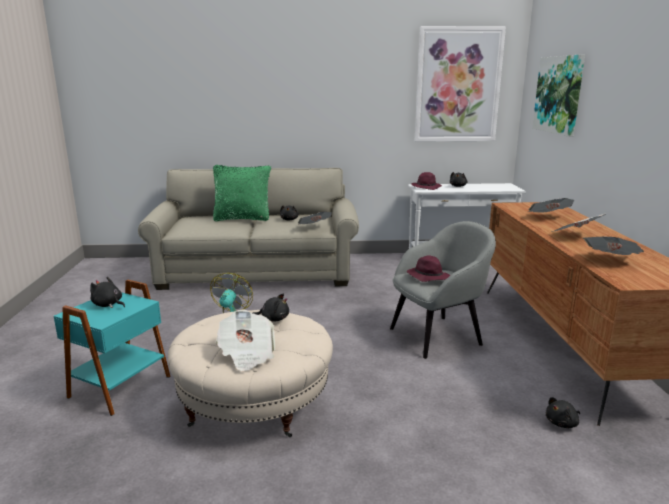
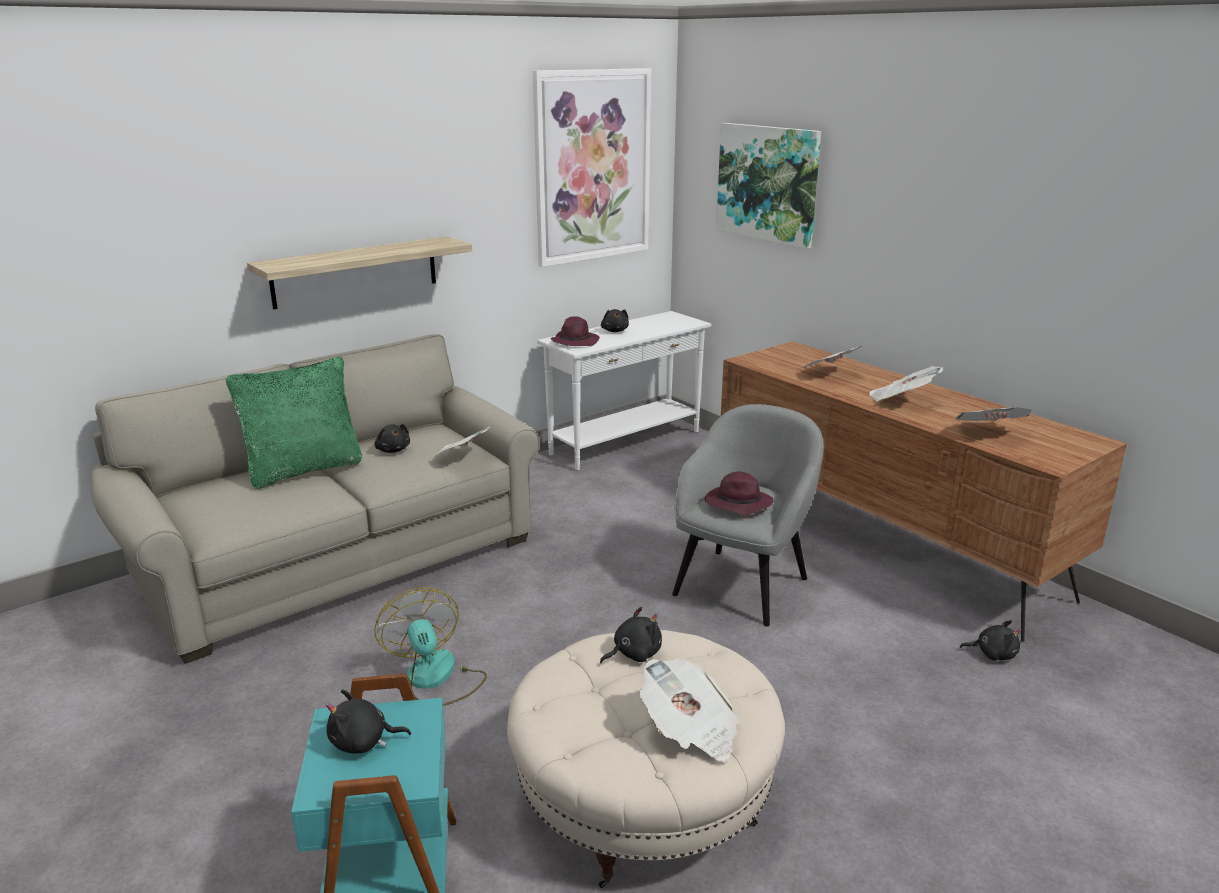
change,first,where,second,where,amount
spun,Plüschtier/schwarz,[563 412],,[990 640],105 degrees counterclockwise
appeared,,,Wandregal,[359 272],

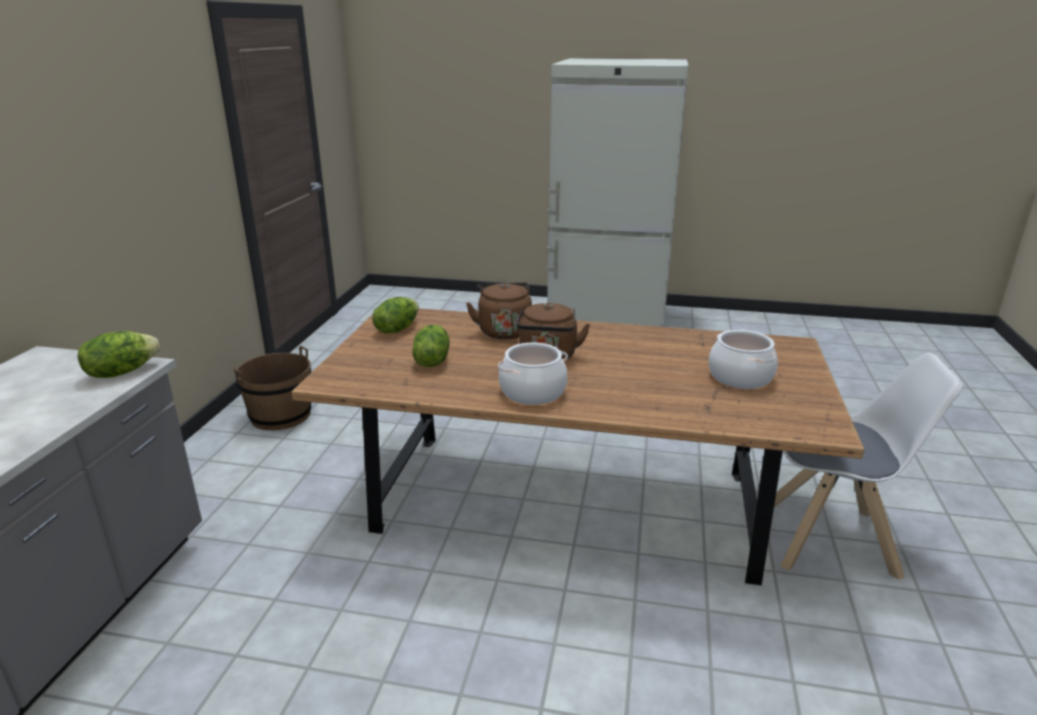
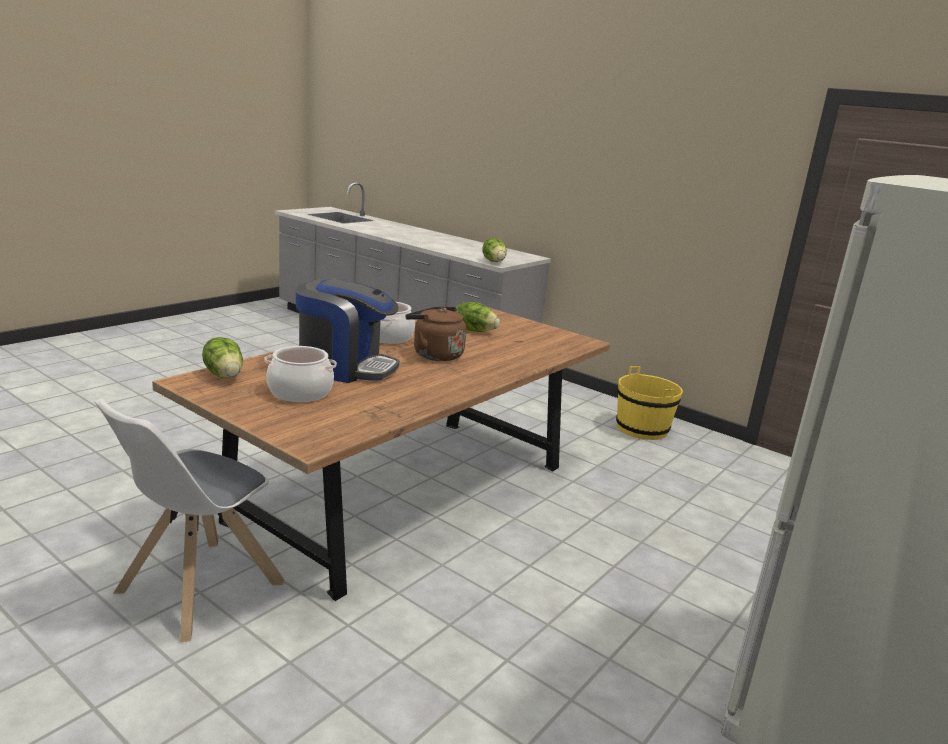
change,first,where,second,where,amount
missing,Wasserkessel/braun,[499 310],,,
relocated,Salatkopf,[395 315],,[222 357],
colour,Eimer/braun,[272 388],Eimer/gelb,[649 403],
appeared,,,Kaffeemaschine,[347 330],

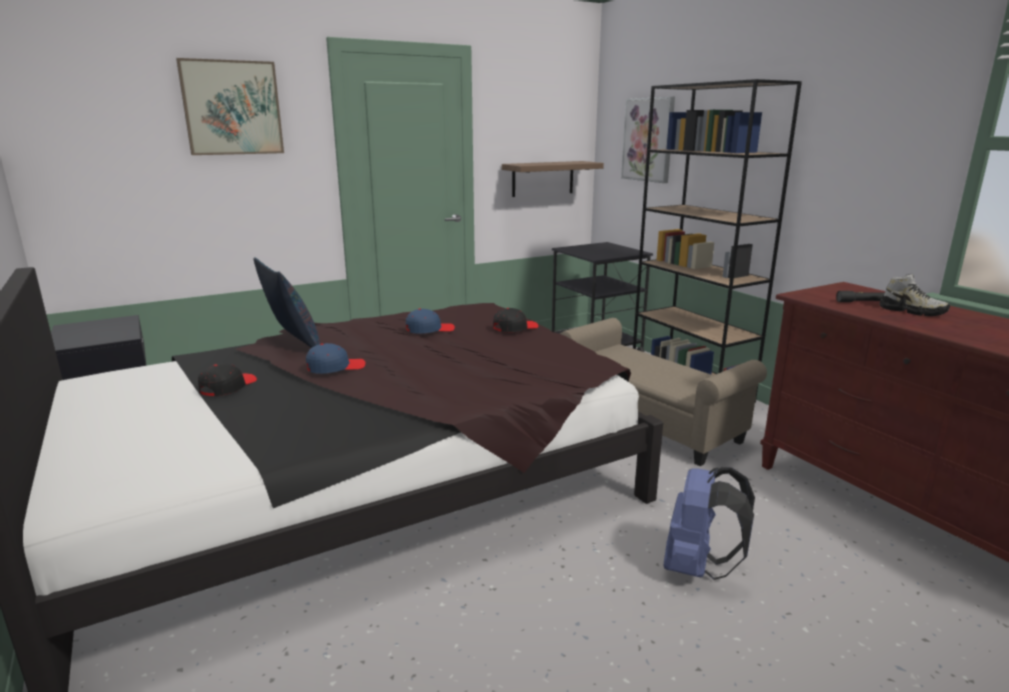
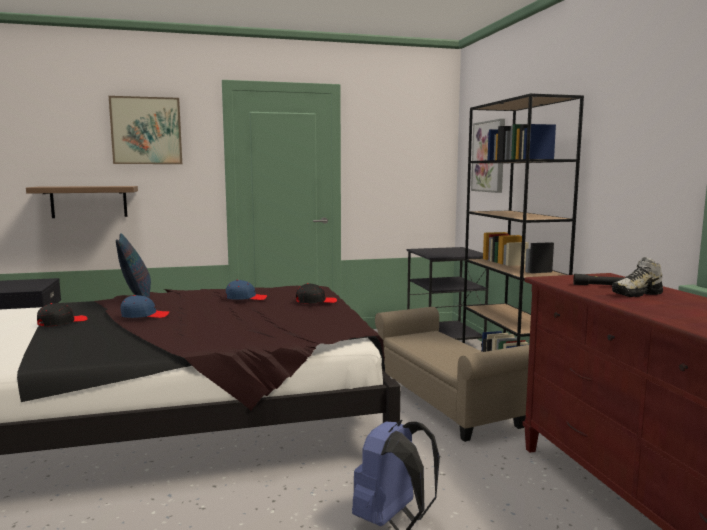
change,first,where,second,where,amount
relocated,Wandregal,[553 179],,[82 202],
spun,Schuh,[915 295],,[637 277],105 degrees clockwise

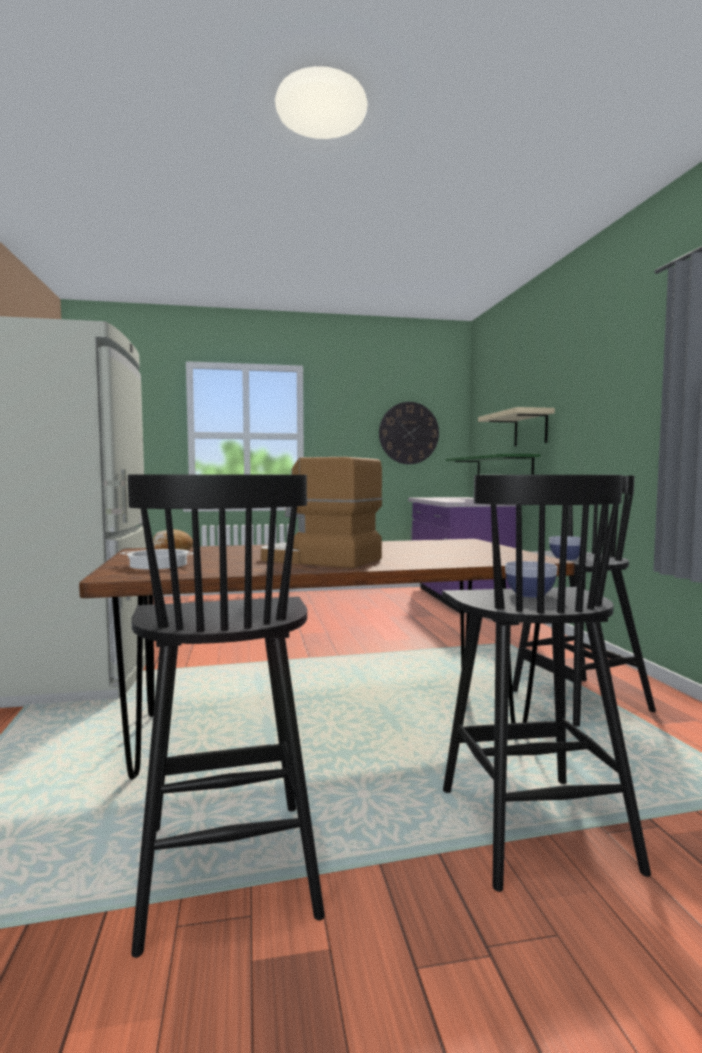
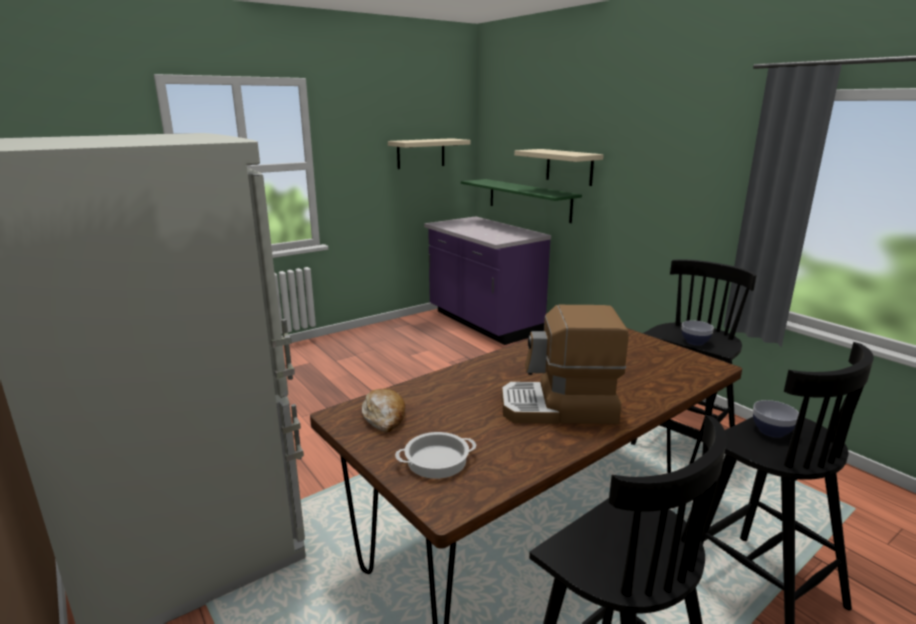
change,first,where,second,where,amount
exchanged,Wanduhr,[409 433],Wandregal/beige,[429 153],

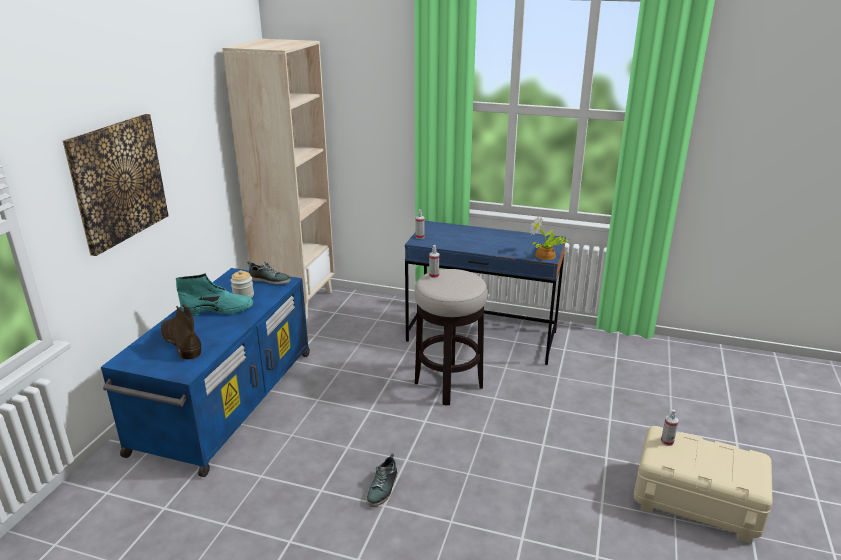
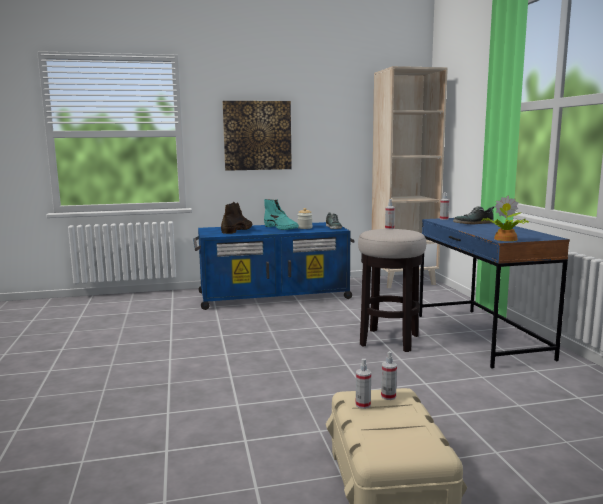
change,first,where,second,where,amount
relocated,Schuh,[381 480],,[473 215],
appeared,,,Sprühflasche,[363 384],

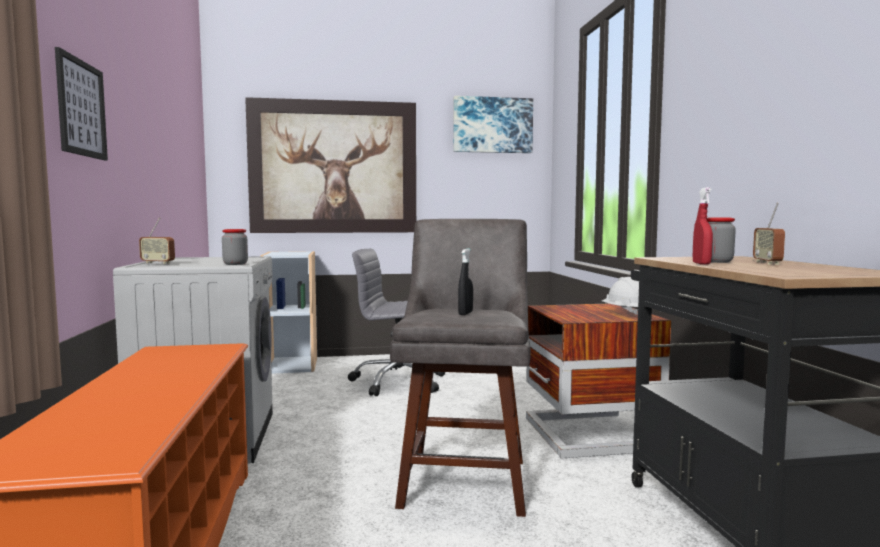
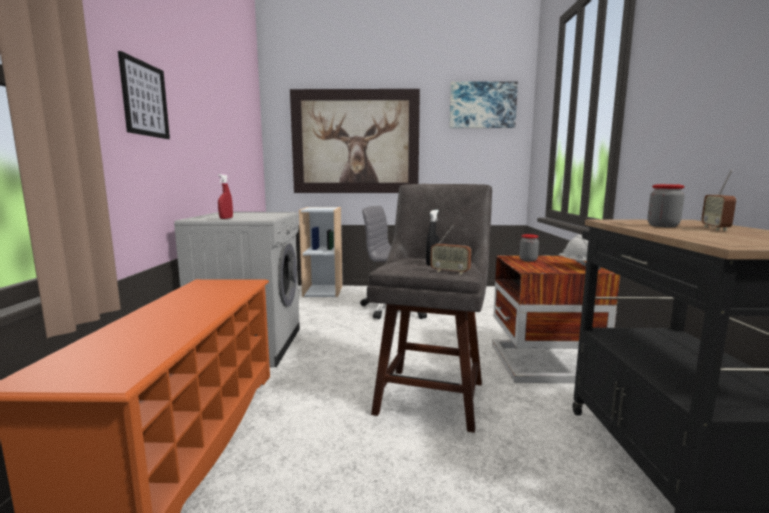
change,first,where,second,where,amount
relocated,Sprühflasche/rot,[703 226],,[225 196],
relocated,Radio,[157 240],,[450 249],
relocated,Vorratsglas,[235 247],,[529 248],

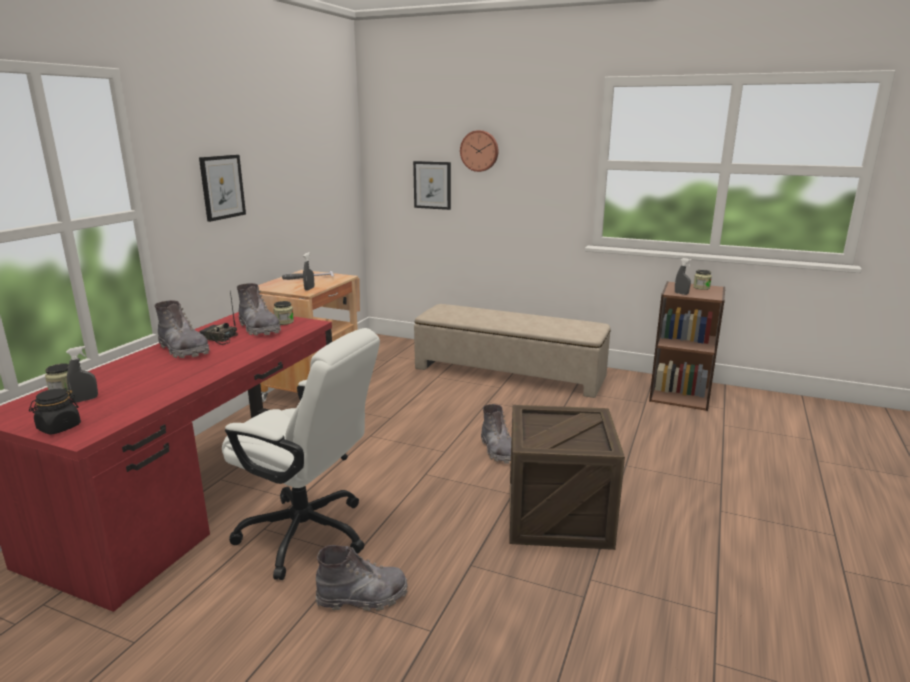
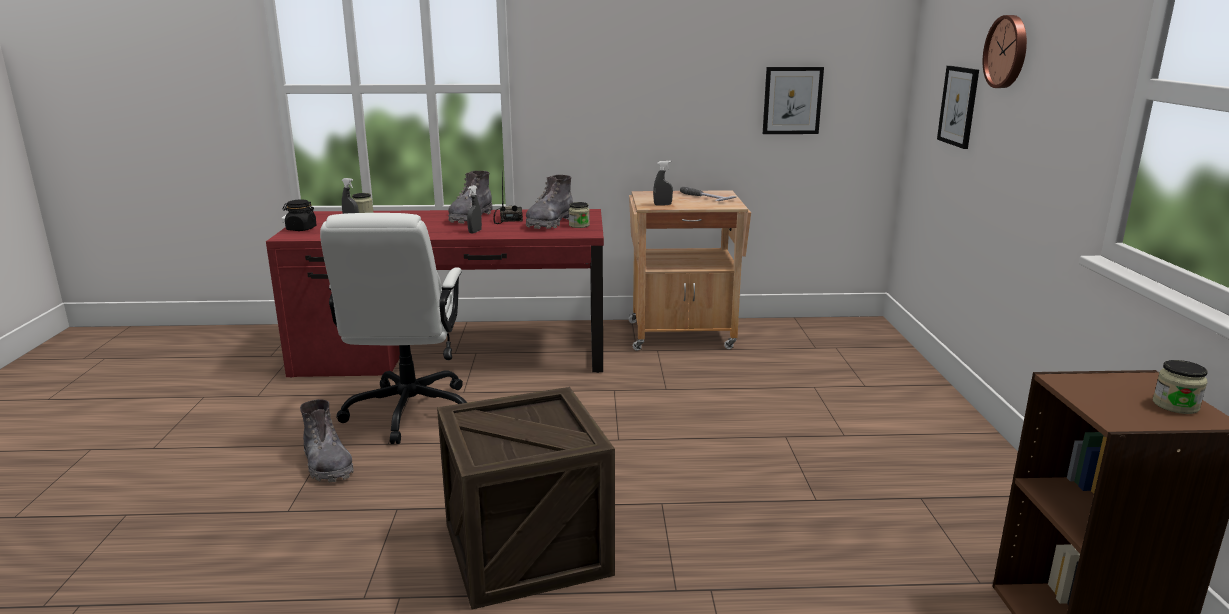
change,first,where,second,where,amount
relocated,Bild,[222 188],,[793 100],
relocated,Sprühflasche/grau,[683 276],,[474 209],
missing,Bank/beige,[512 351],,,
missing,Stiefel/grau,[496 434],,,

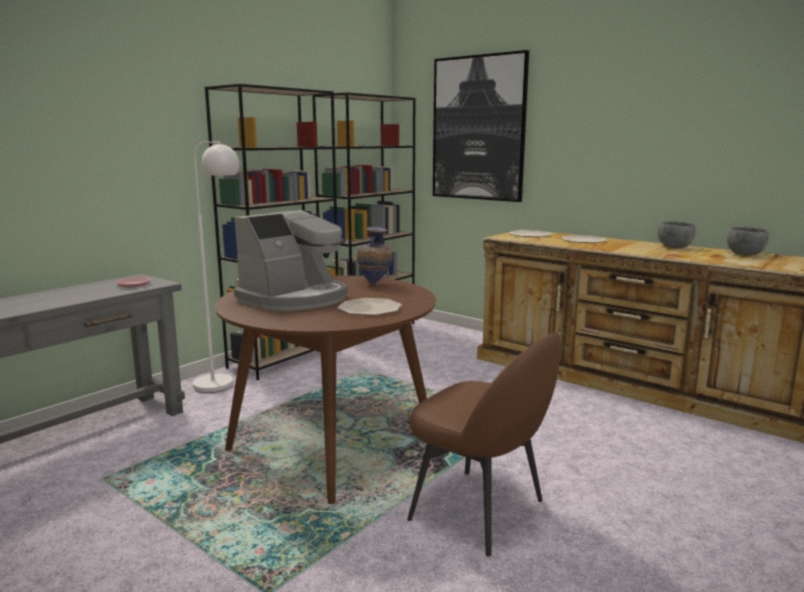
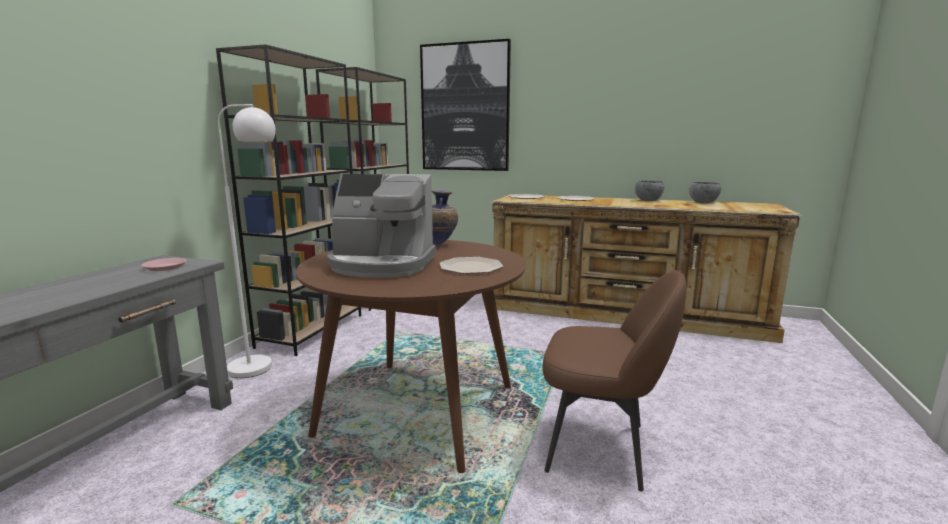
change,first,where,second,where,amount
spun,Kaffeemaschine,[291 260],,[381 226],75 degrees clockwise

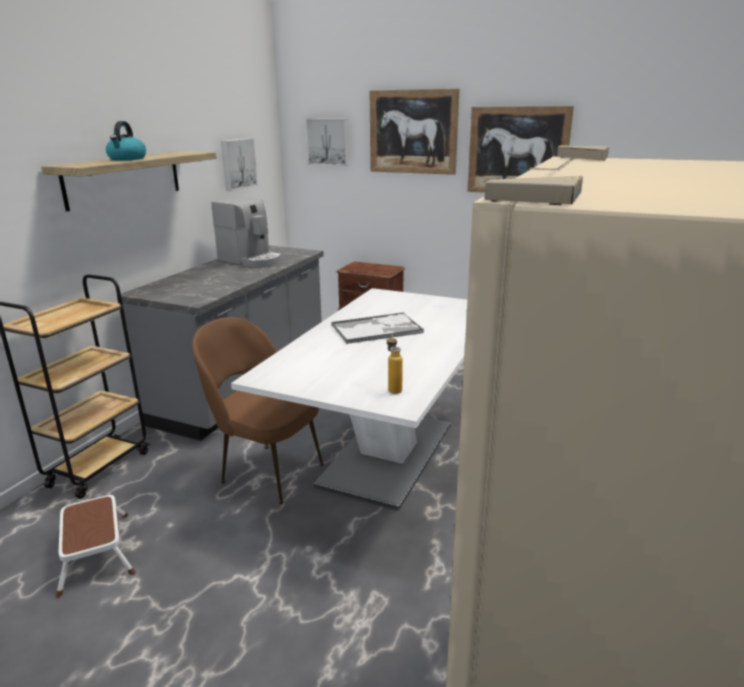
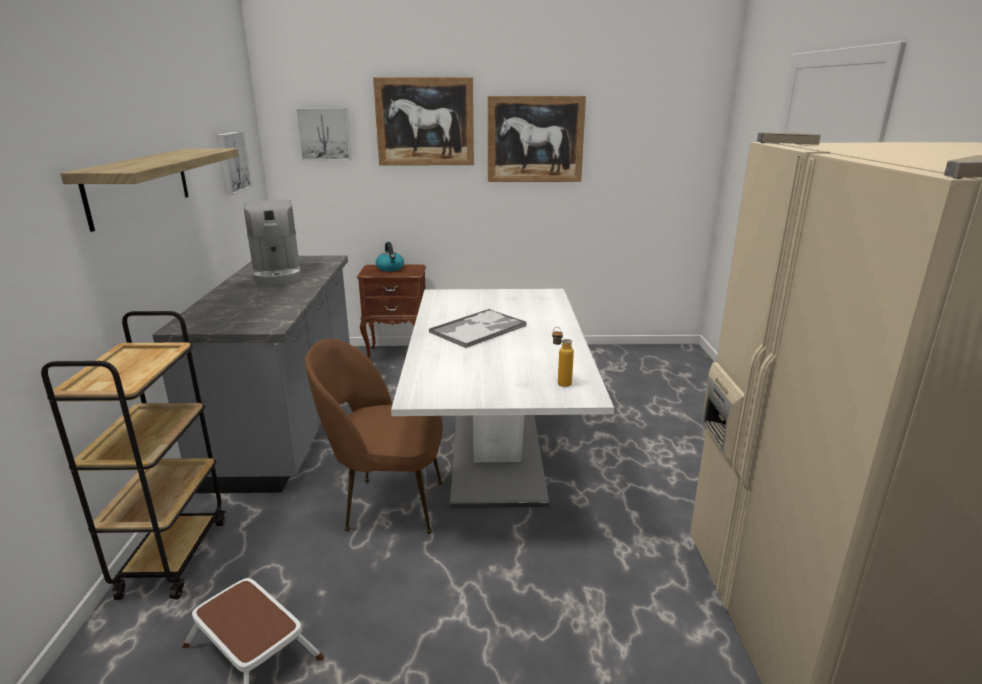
change,first,where,second,where,amount
relocated,Wasserkessel,[126 141],,[390 256],
spun,Kaffeemaschine,[246 232],,[272 242],60 degrees clockwise

